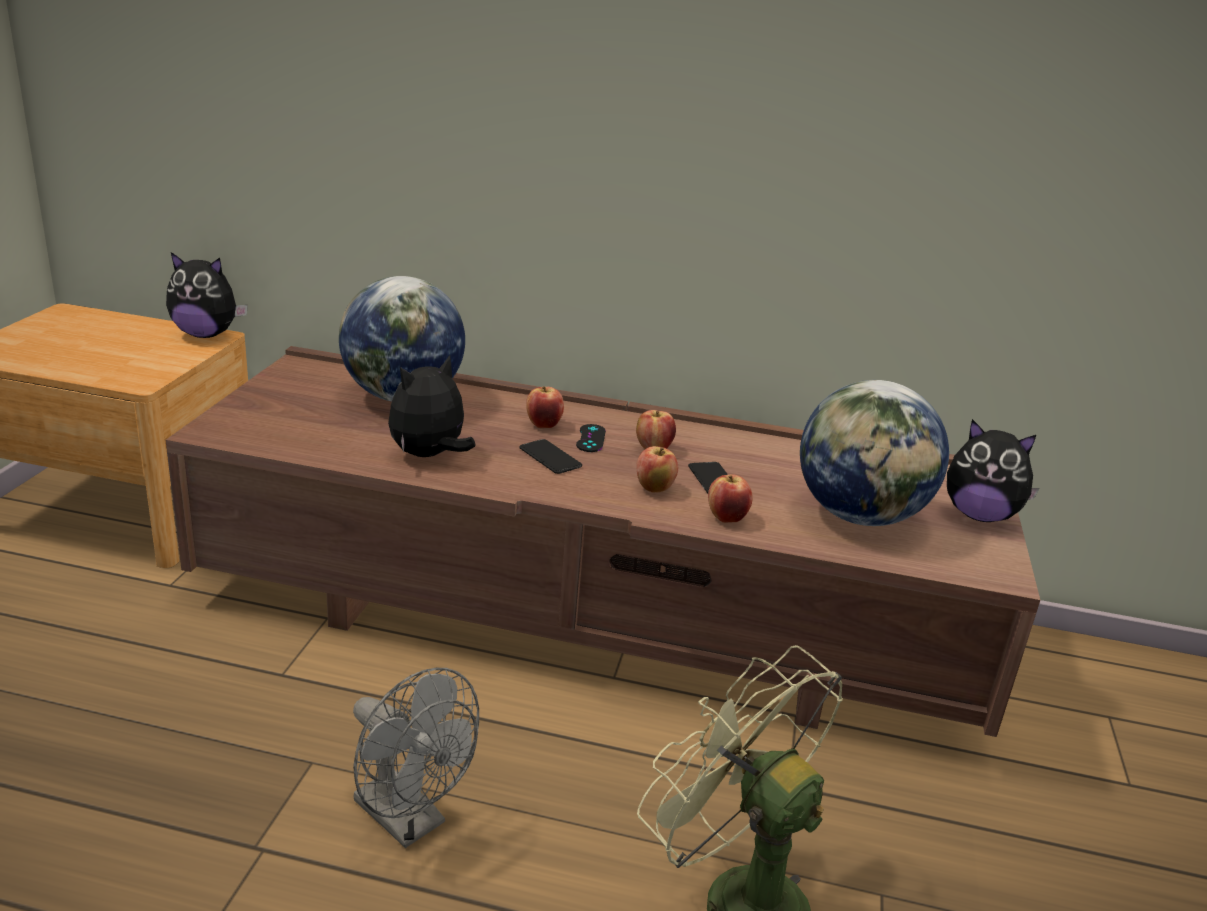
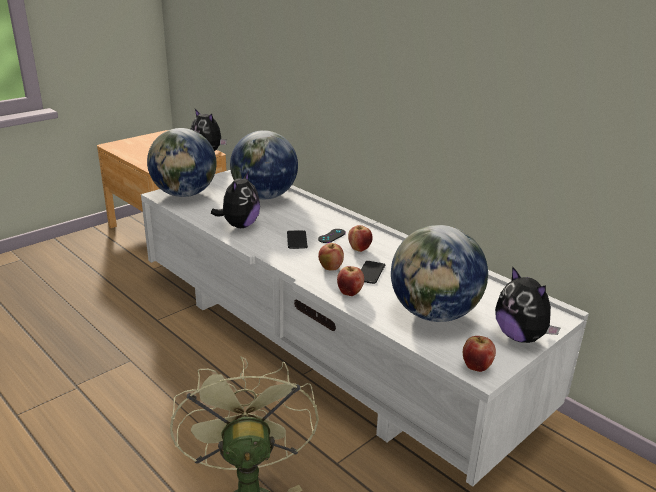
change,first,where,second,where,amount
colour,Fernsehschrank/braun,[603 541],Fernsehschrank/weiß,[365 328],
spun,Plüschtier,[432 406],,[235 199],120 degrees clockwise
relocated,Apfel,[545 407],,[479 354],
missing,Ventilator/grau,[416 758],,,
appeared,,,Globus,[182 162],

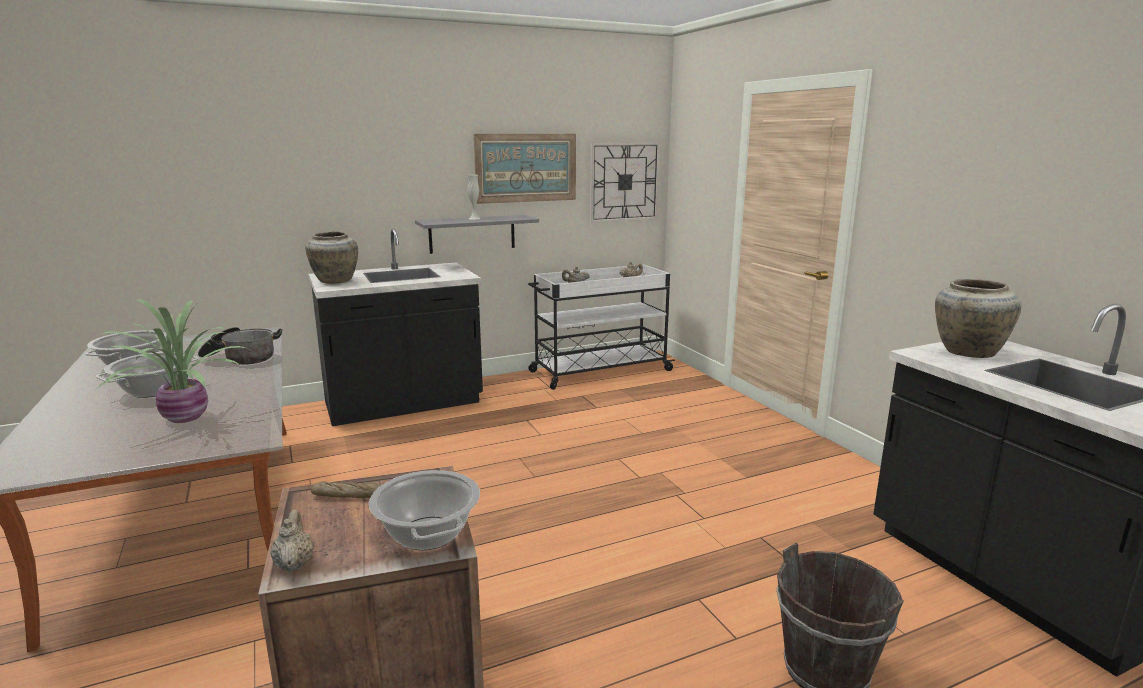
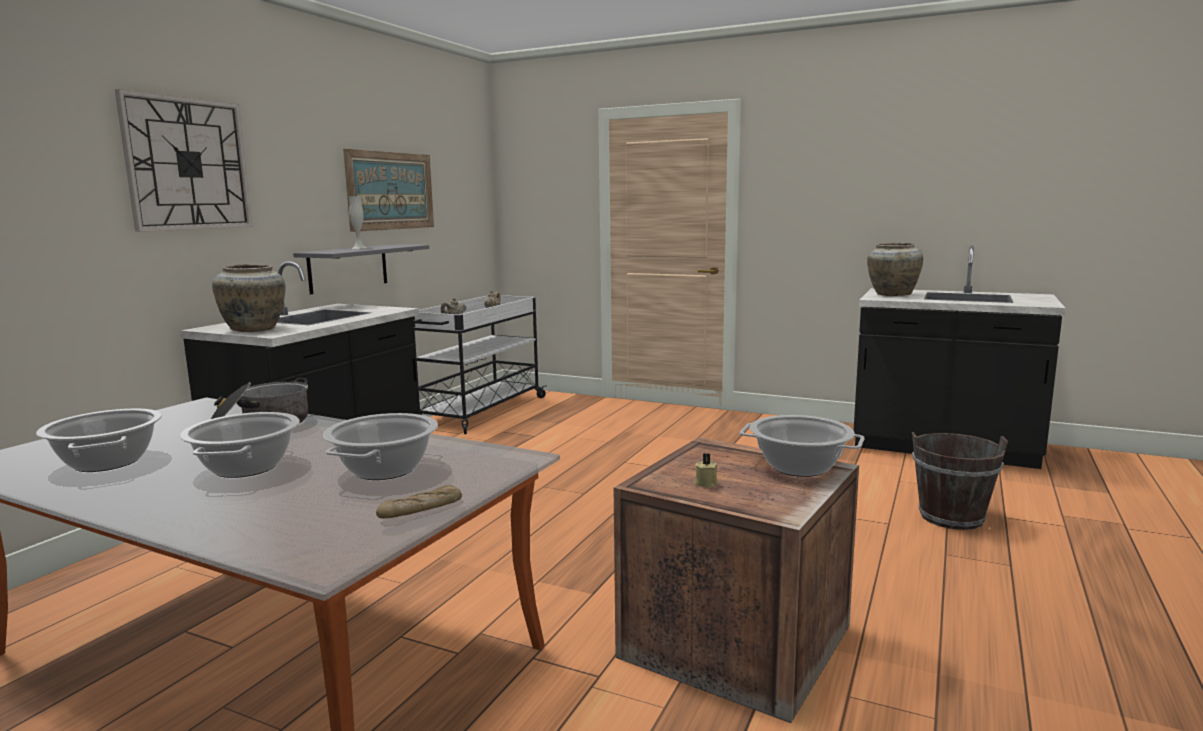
change,first,where,second,where,amount
relocated,Wanduhr,[625 182],,[184 160],
exchanged,Topfpflanze,[172 361],Kochtopf,[380 446],
relocated,Brot,[345 489],,[419 502],
missing,Teekanne/beige,[292 540],,,
appeared,,,Kerze/beige,[706 470],

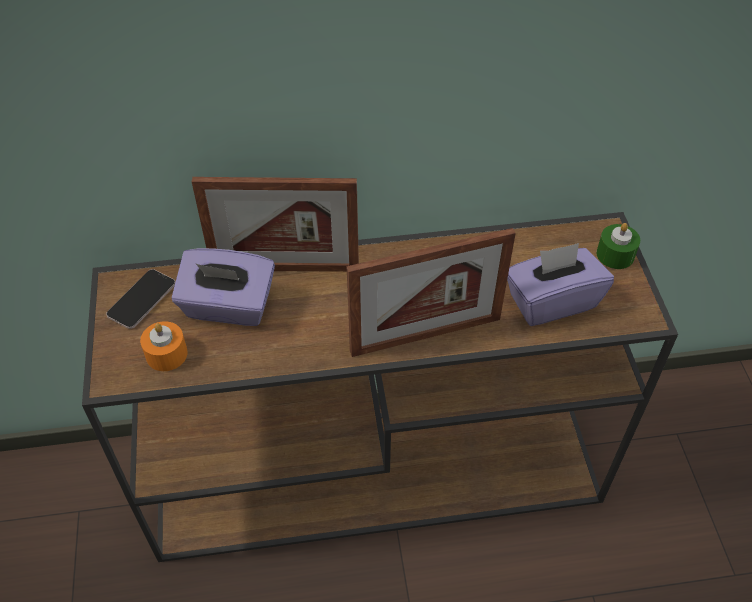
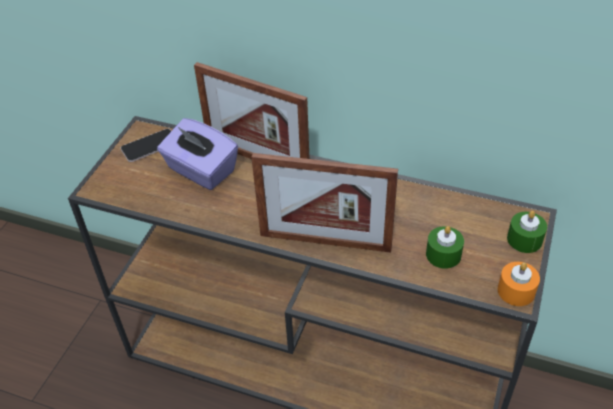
change,first,where,second,where,amount
exchanged,Taschentuchbox/lila,[560 284],Kerze/grün,[445 247],
relocated,Kerze/orange,[164 346],,[519 284],

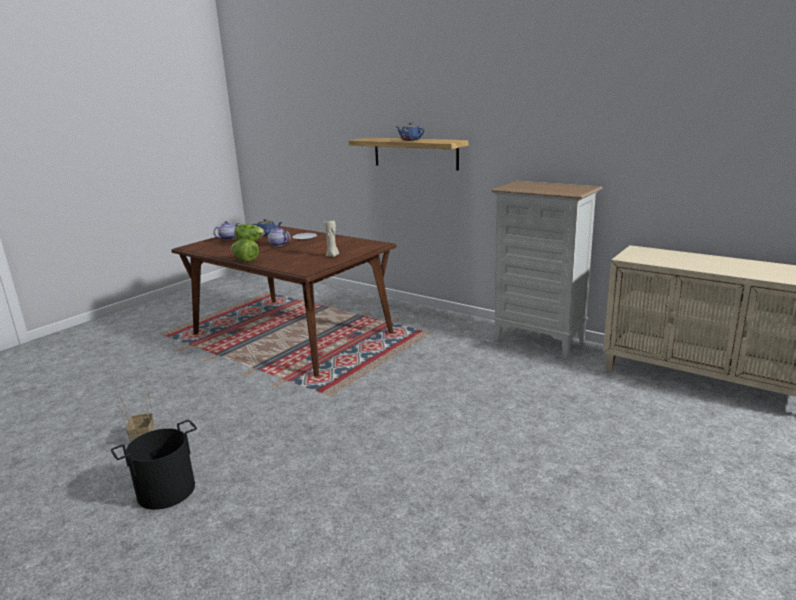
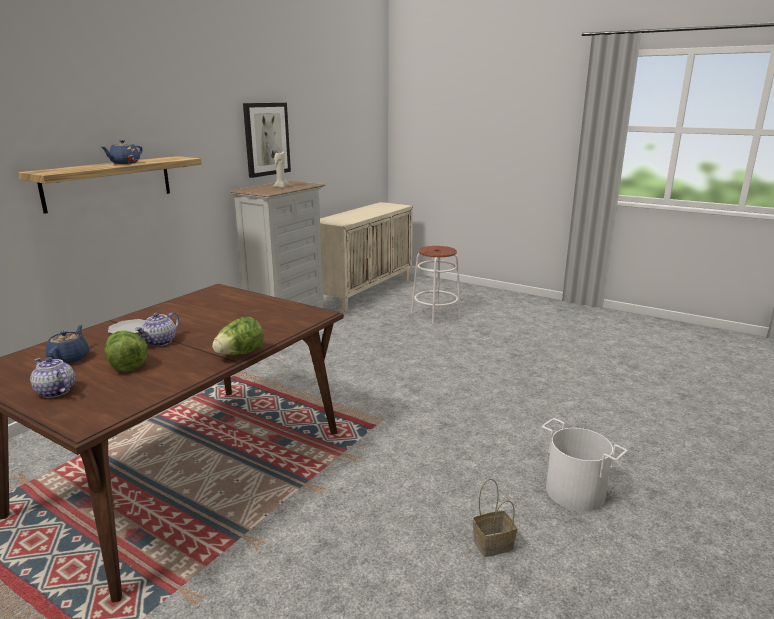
change,first,where,second,where,amount
relocated,Kerze/beige,[331 238],,[281 170],
colour,Eimer/schwarz,[154 465],Eimer/weiß,[584 464],
appeared,,,Bild,[267 140],
appeared,,,Hocker/weiß,[436 285],

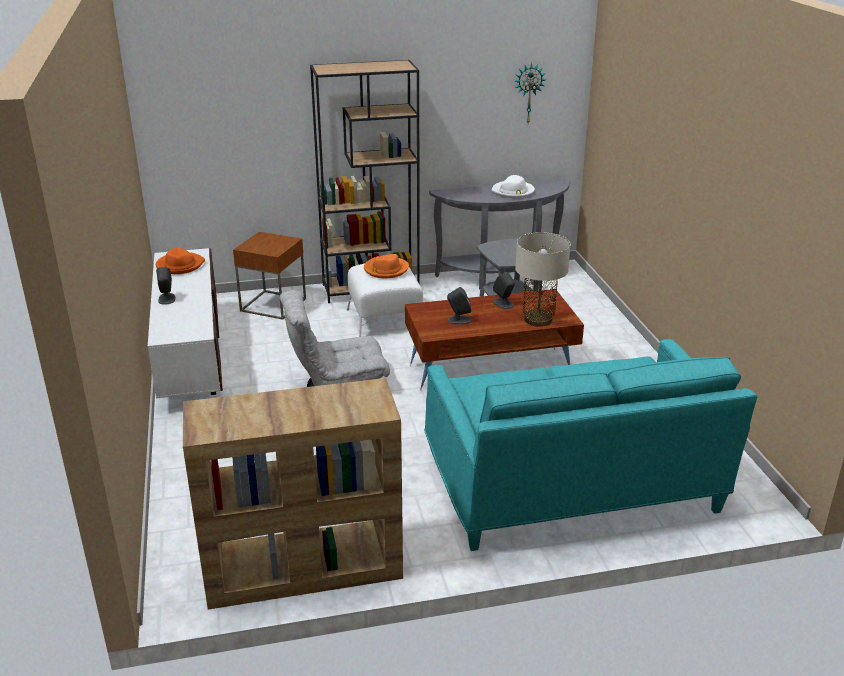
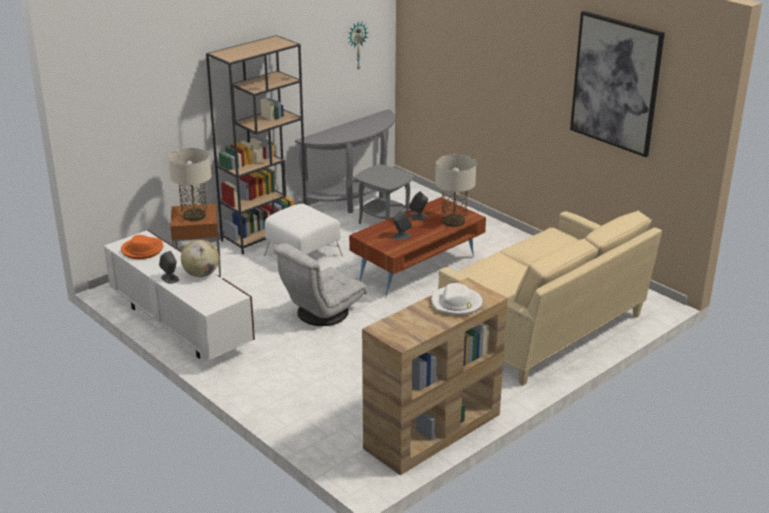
change,first,where,second,where,amount
relocated,Hut/weiß,[513 186],,[456 299],
missing,Hut/orange,[386 266],,,
colour,Sofa/türkis,[590 445],Sofa/beige,[550 297],
appeared,,,Bild,[617 84],
appeared,,,Tischlampe,[190 184],
appeared,,,Globus,[200 258],

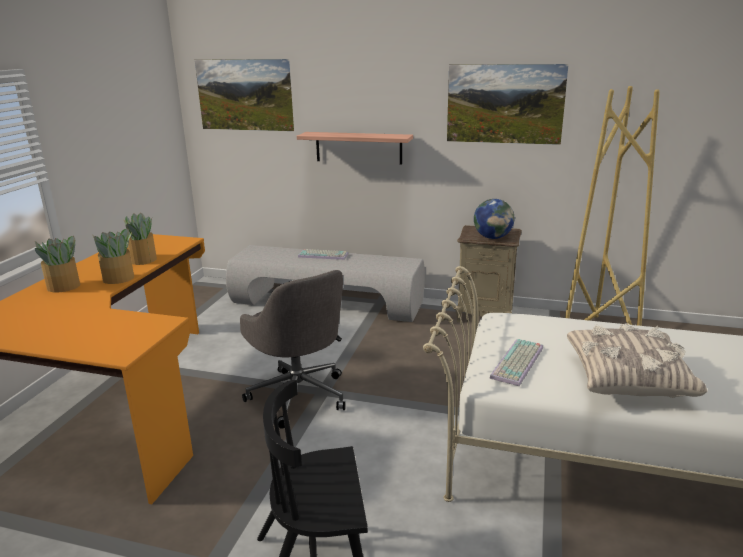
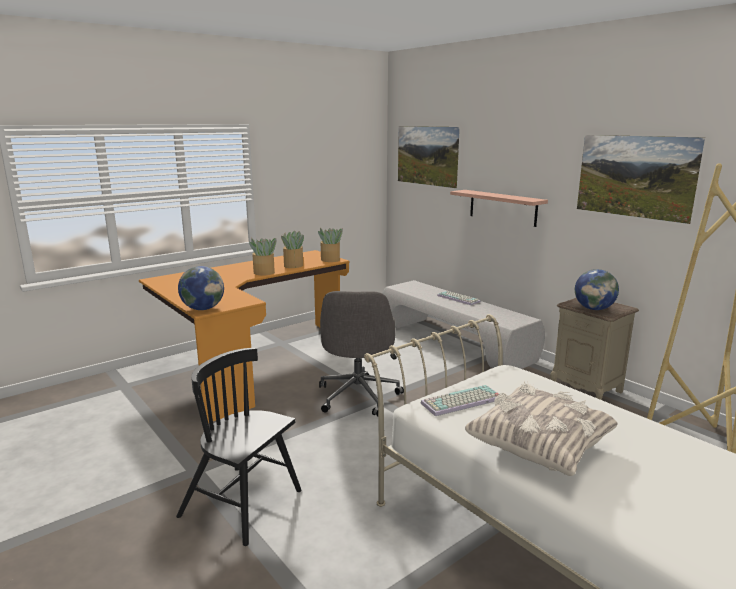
change,first,where,second,where,amount
relocated,Topfpflanze,[57 264],,[330 244],
appeared,,,Globus,[201 288],

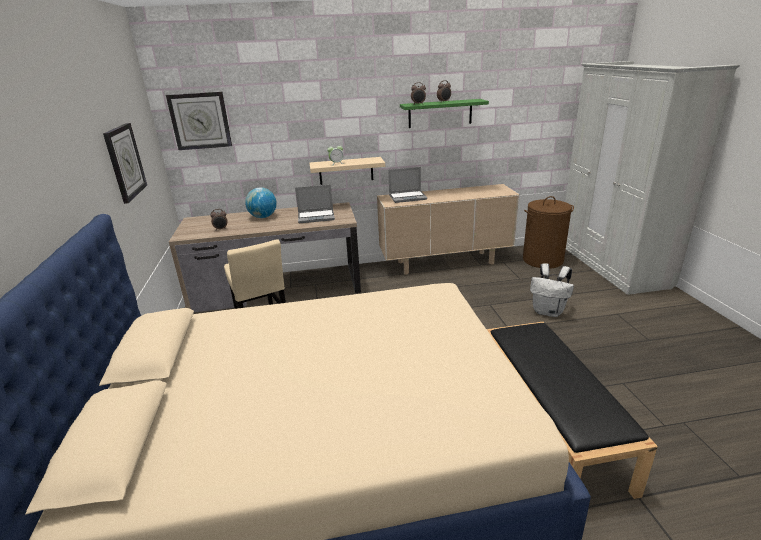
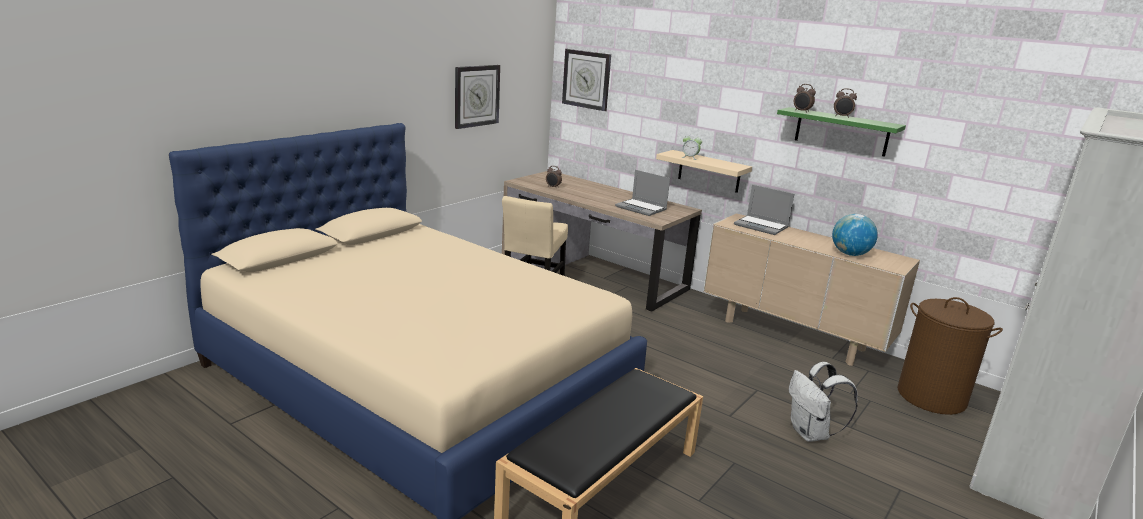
change,first,where,second,where,amount
relocated,Globus,[261 202],,[855 235],

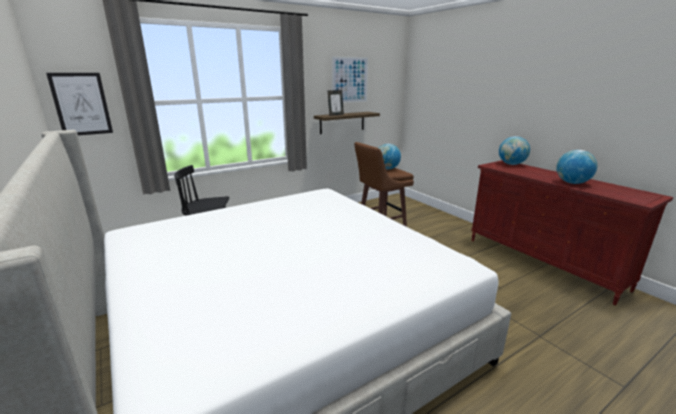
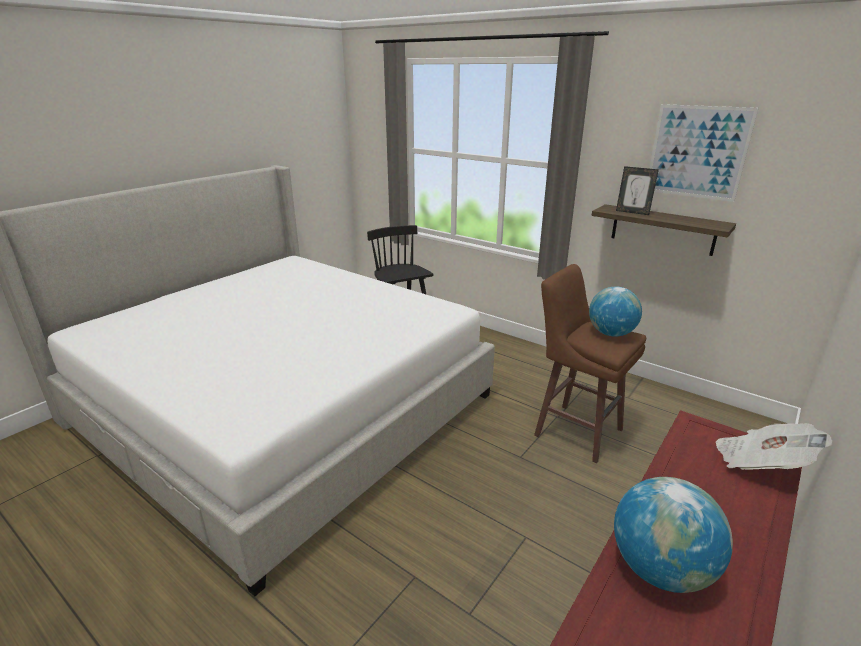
change,first,where,second,where,amount
missing,Bild,[79 104],,,
exchanged,Globus,[514 150],Zeitung,[773 446],

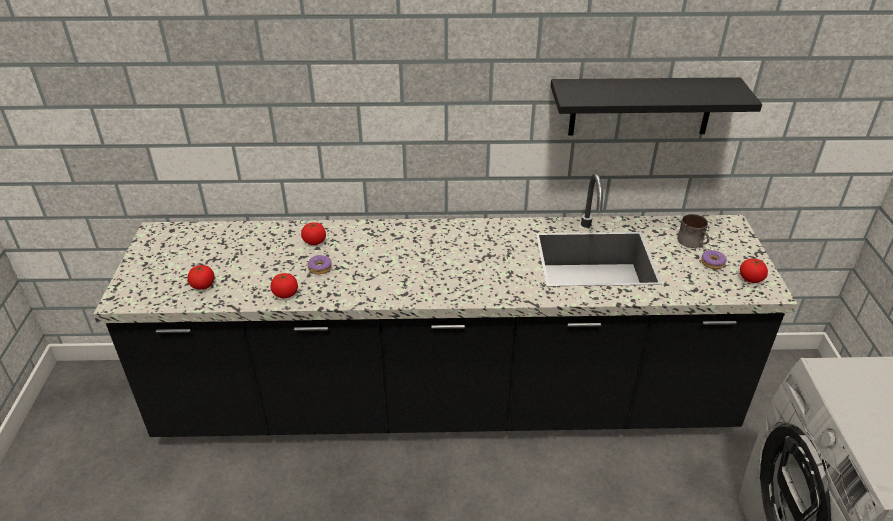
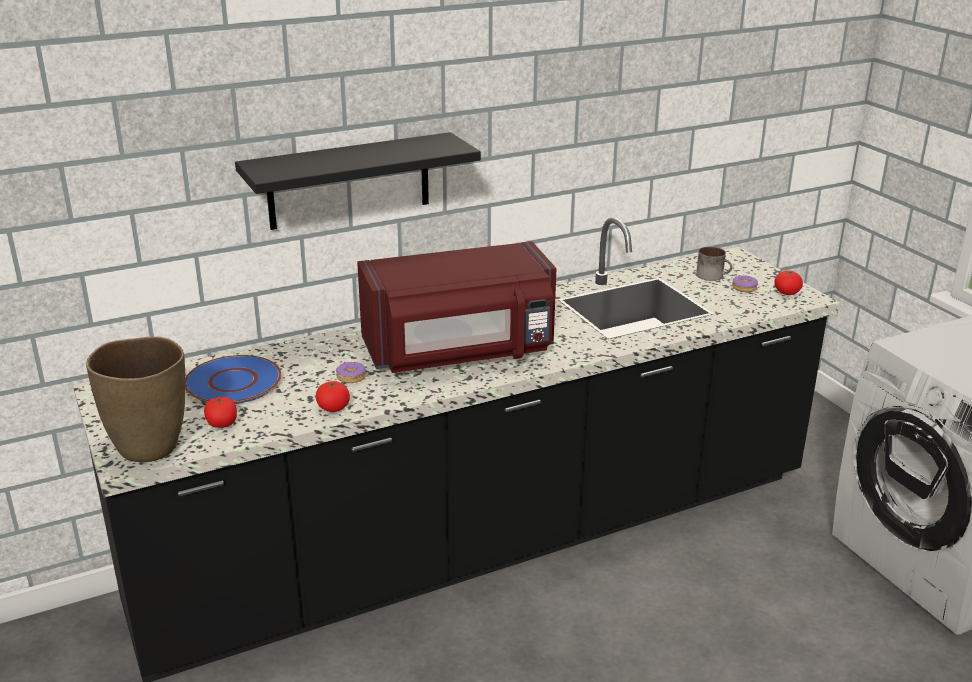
change,first,where,second,where,amount
relocated,Wandregal/schwarz,[656 106],,[358 181],
missing,Tomate,[313 233],,,
appeared,,,Mikrowelle/rot,[457 307],
appeared,,,Vase/braun,[135 399],
appeared,,,Teller/blau,[233 379],

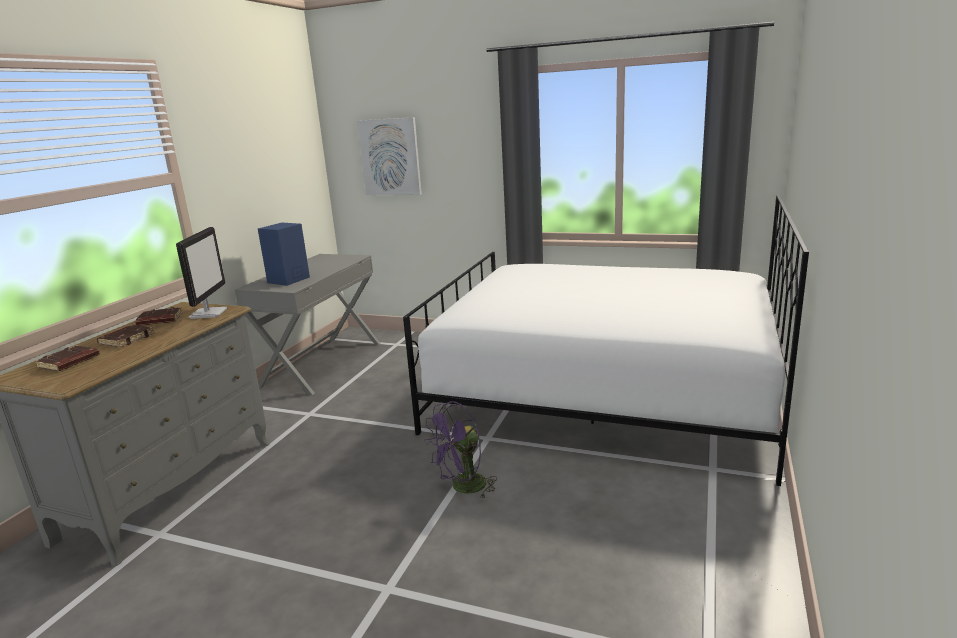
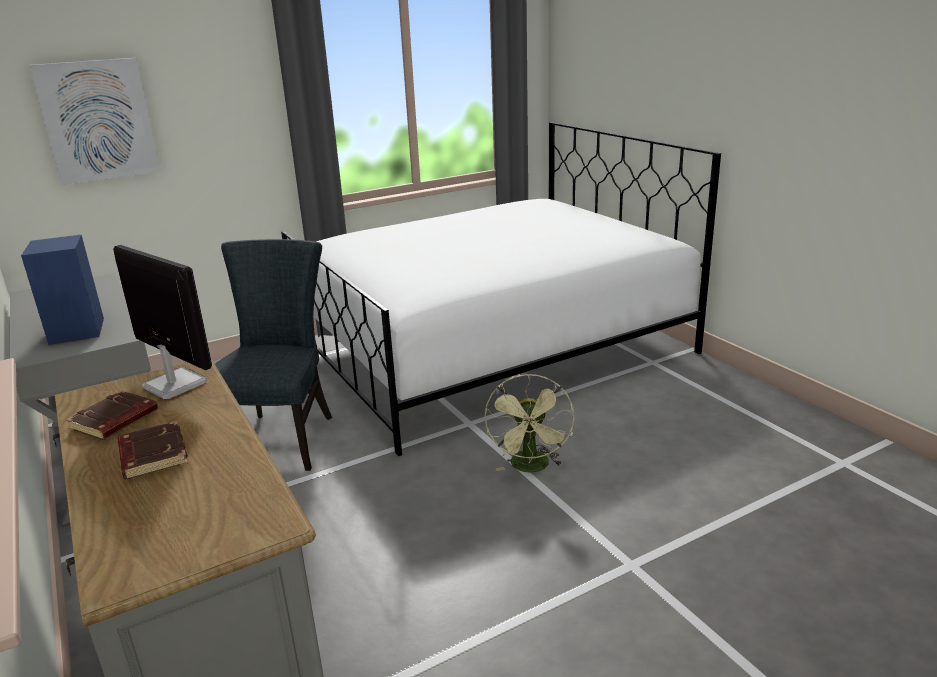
change,first,where,second,where,amount
missing,Buch/braun,[67 358],,,
colour,Ventilator/lila,[460 450],Ventilator/grün,[529 423],
appeared,,,Stuhl/grau,[273 355],

